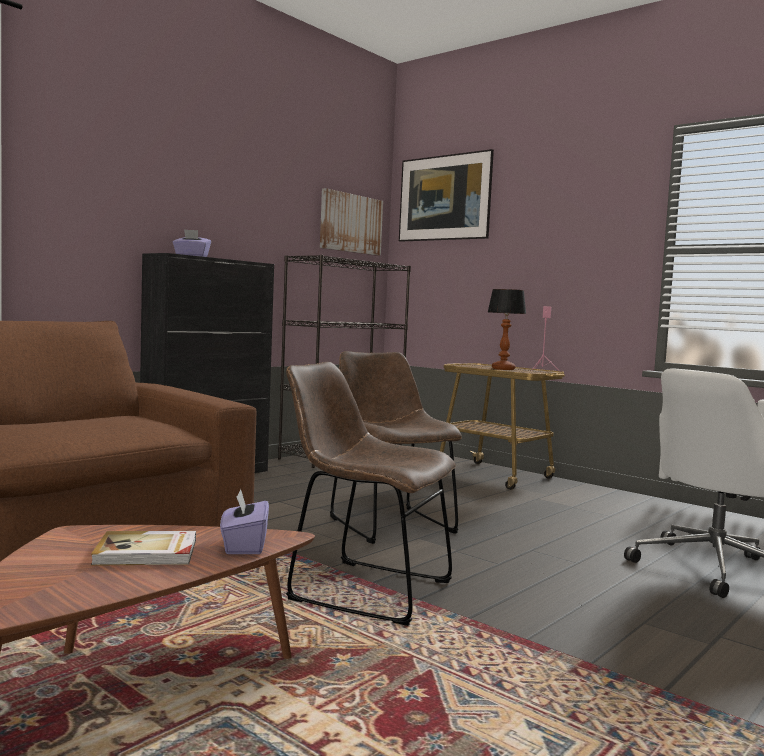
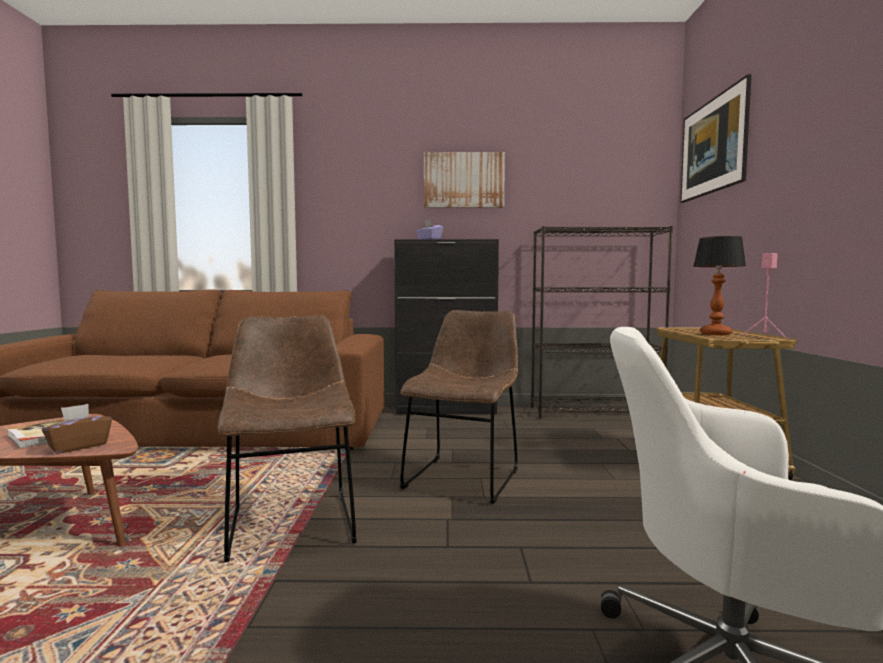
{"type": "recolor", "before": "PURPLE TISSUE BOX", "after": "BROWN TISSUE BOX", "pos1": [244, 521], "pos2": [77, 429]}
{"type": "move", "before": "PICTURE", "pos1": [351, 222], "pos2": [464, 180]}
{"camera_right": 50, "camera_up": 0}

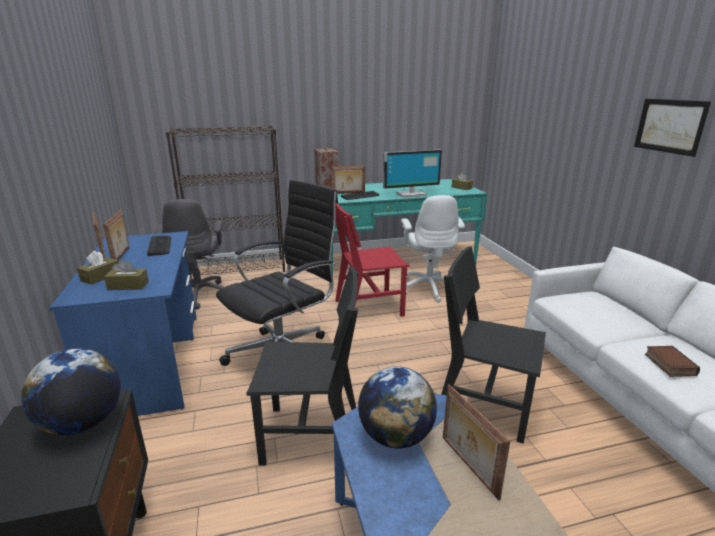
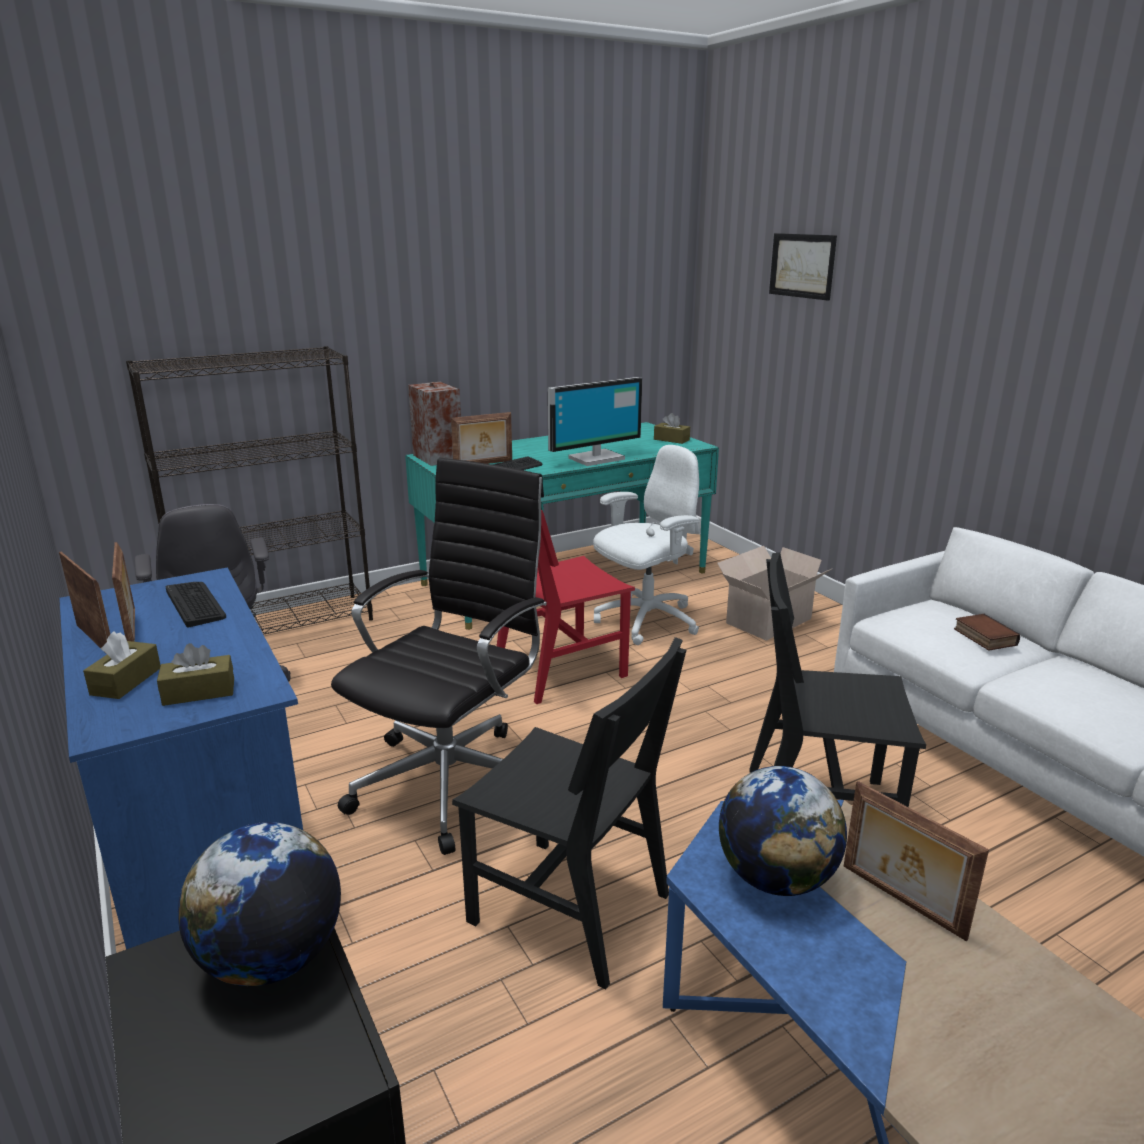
{"type": "rotate", "before": "BLACK CHAIR", "pos1": [302, 366], "pos2": [569, 813], "turn": 45}
{"type": "rotate", "before": "WHITE OFFICE CHAIR", "pos1": [433, 249], "pos2": [646, 545], "turn": -105}
{"type": "insert", "after": "CARDBOARD BOX", "pos2": [774, 593]}
{"type": "move", "before": "PICTURE", "pos1": [672, 128], "pos2": [803, 267]}
{"type": "move", "before": "BOOK", "pos1": [672, 361], "pos2": [987, 632]}
{"camera_right": -15, "camera_up": 0}

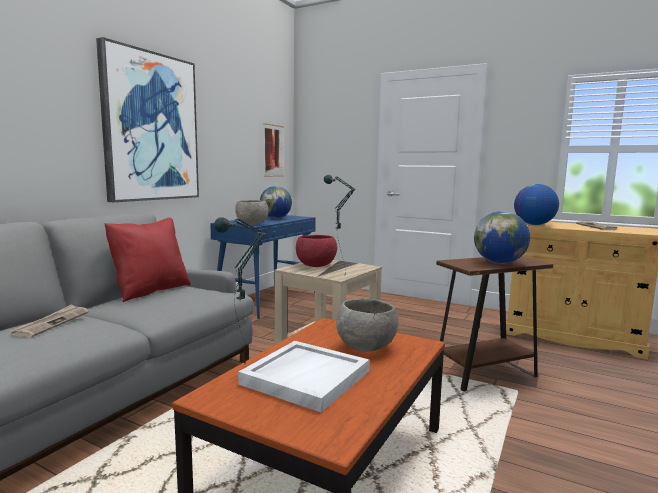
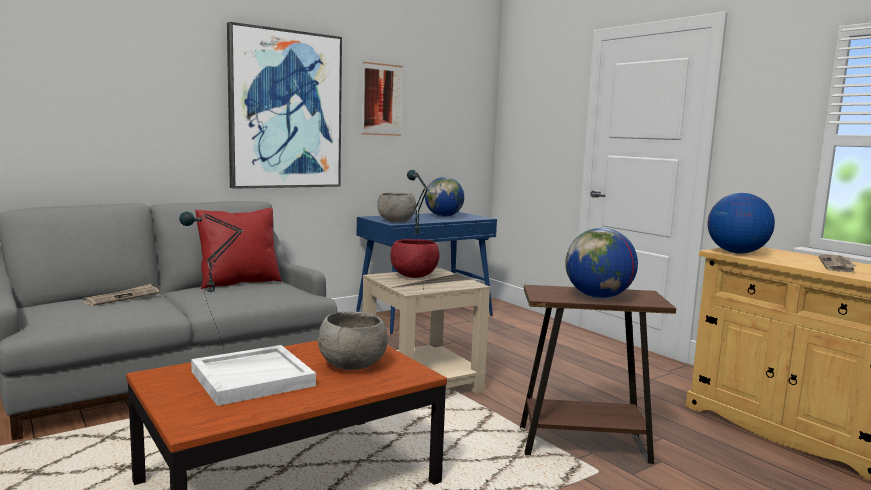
{"type": "move", "before": "PICTURE", "pos1": [273, 150], "pos2": [382, 99]}
{"camera_right": 25, "camera_up": 0}

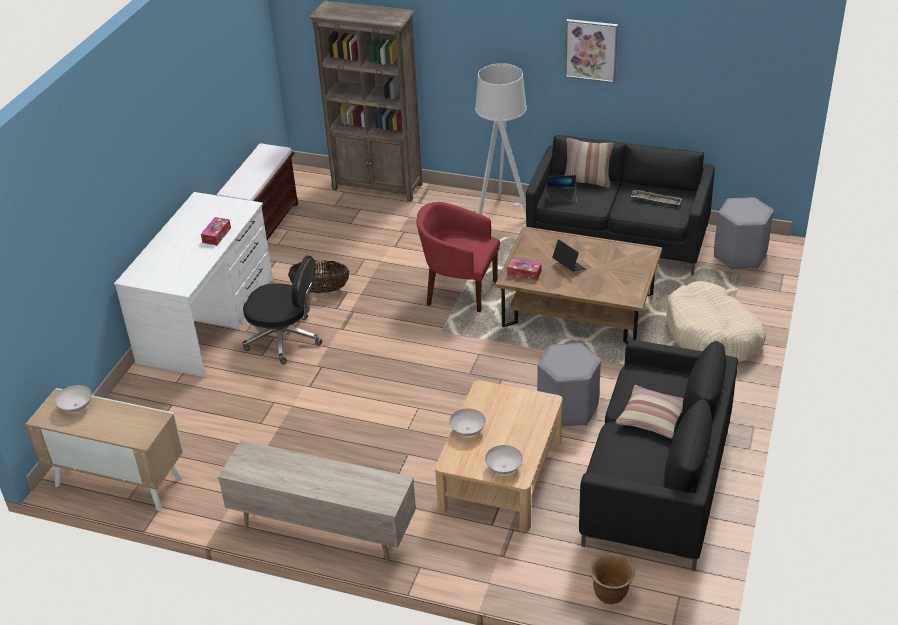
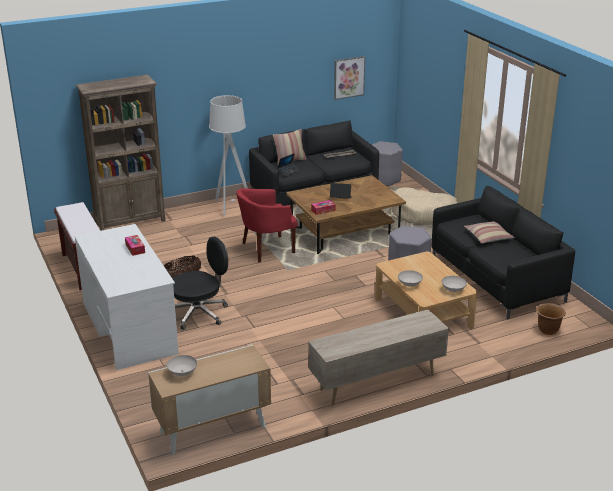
{"type": "move", "before": "PICTURE", "pos1": [591, 51], "pos2": [349, 78]}
{"camera_right": -45, "camera_up": -10}

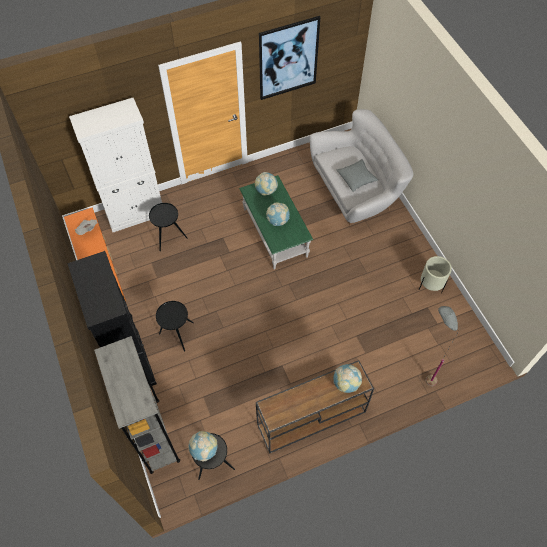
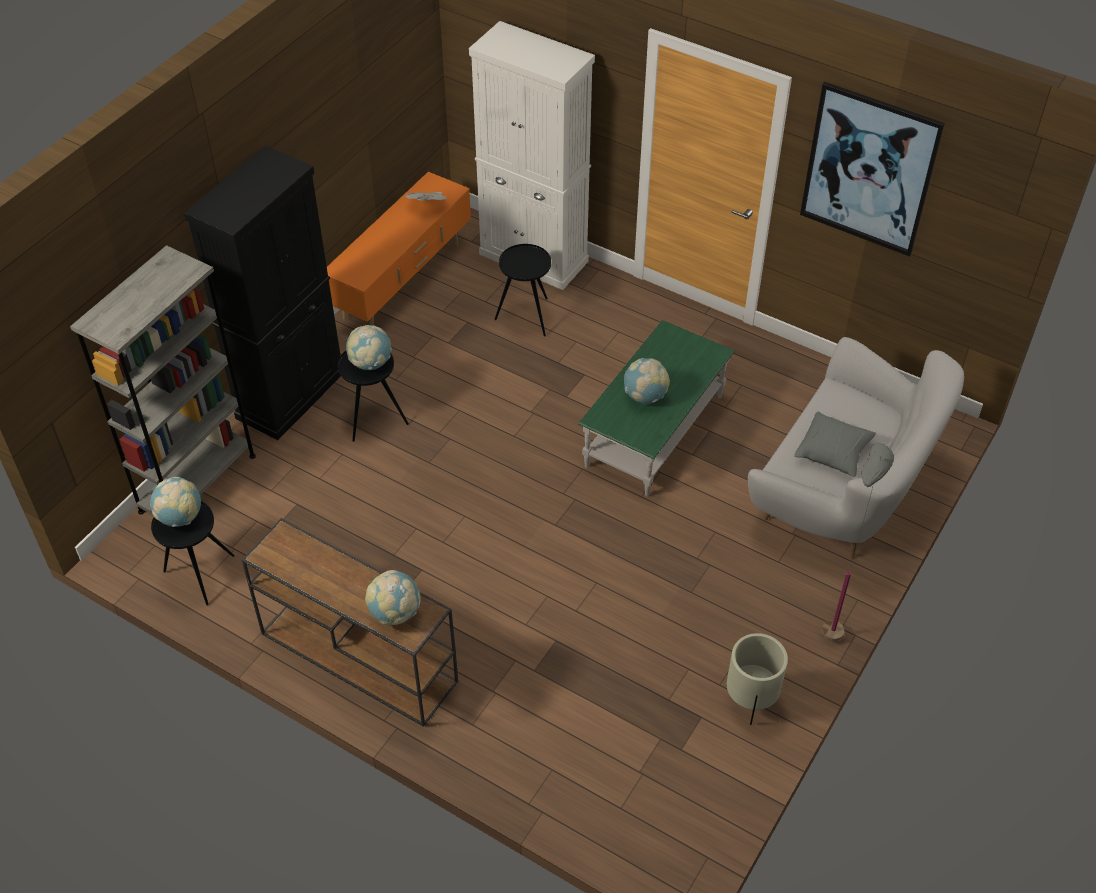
{"type": "move", "before": "GLOBE", "pos1": [266, 184], "pos2": [369, 347]}
{"type": "move", "before": "GREY FLOOR LAMP", "pos1": [443, 346], "pos2": [858, 542]}
{"camera_right": 55, "camera_up": -10}

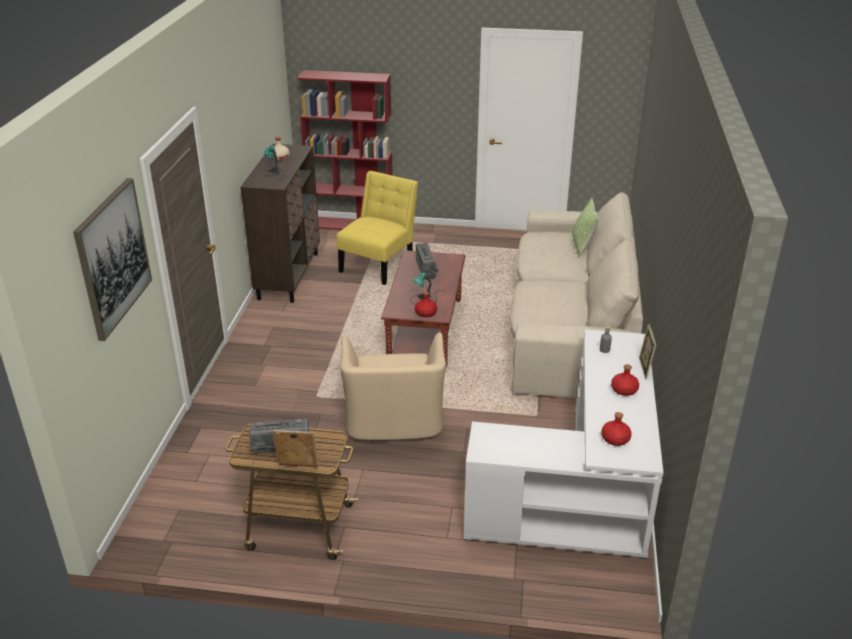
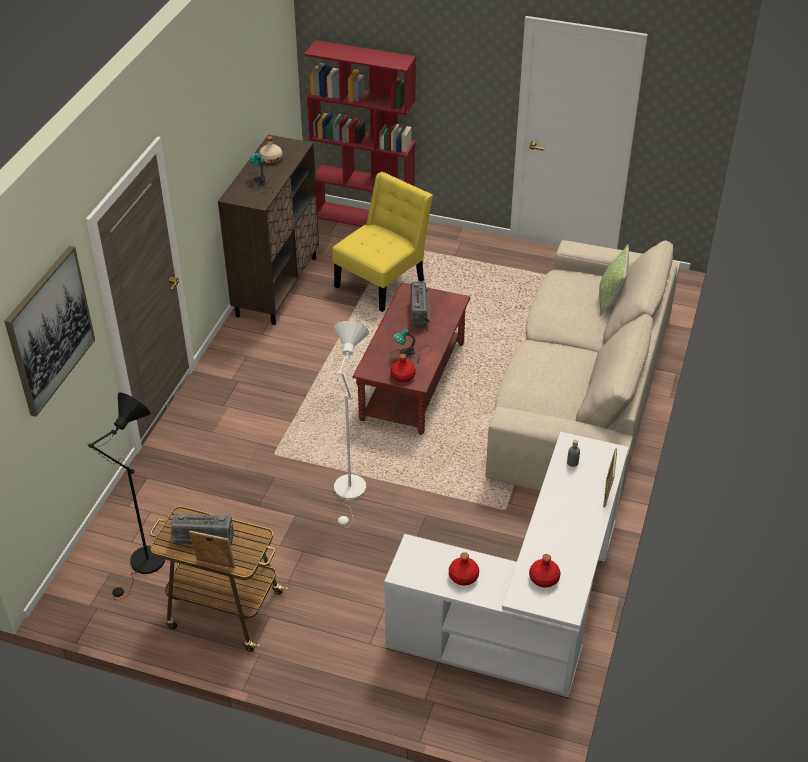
{"type": "insert", "after": "BLACK FLOOR LAMP", "pos2": [126, 497]}
{"type": "replace", "before": "BEIGE ARMCHAIR", "after": "WHITE FLOOR LAMP", "pos1": [393, 386], "pos2": [351, 424]}
{"type": "move", "before": "RED BOTTLE", "pos1": [625, 380], "pos2": [464, 569]}
{"camera_right": 10, "camera_up": 10}

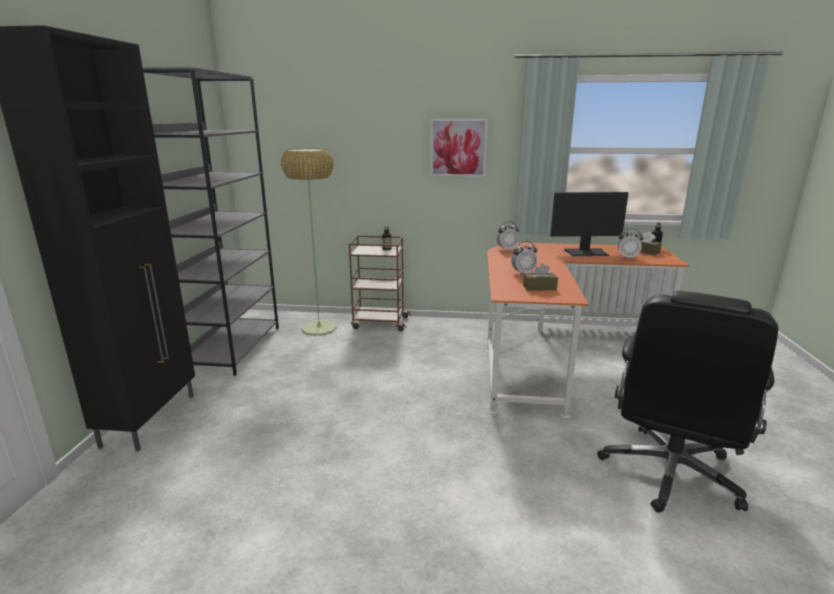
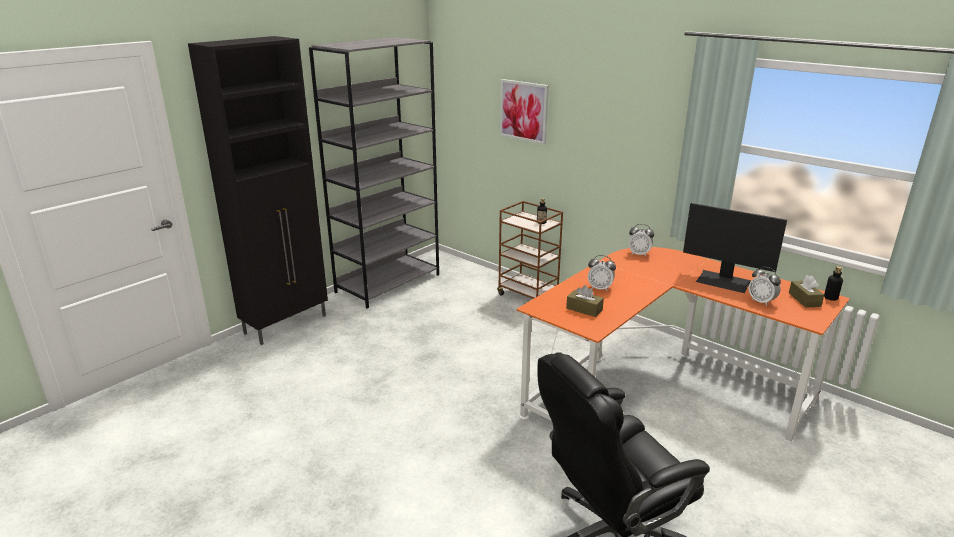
{"type": "move", "before": "PICTURE", "pos1": [459, 148], "pos2": [524, 112]}
{"type": "delete", "before": "FLOOR LAMP", "pos1": [309, 242]}
{"camera_right": 35, "camera_up": 5}

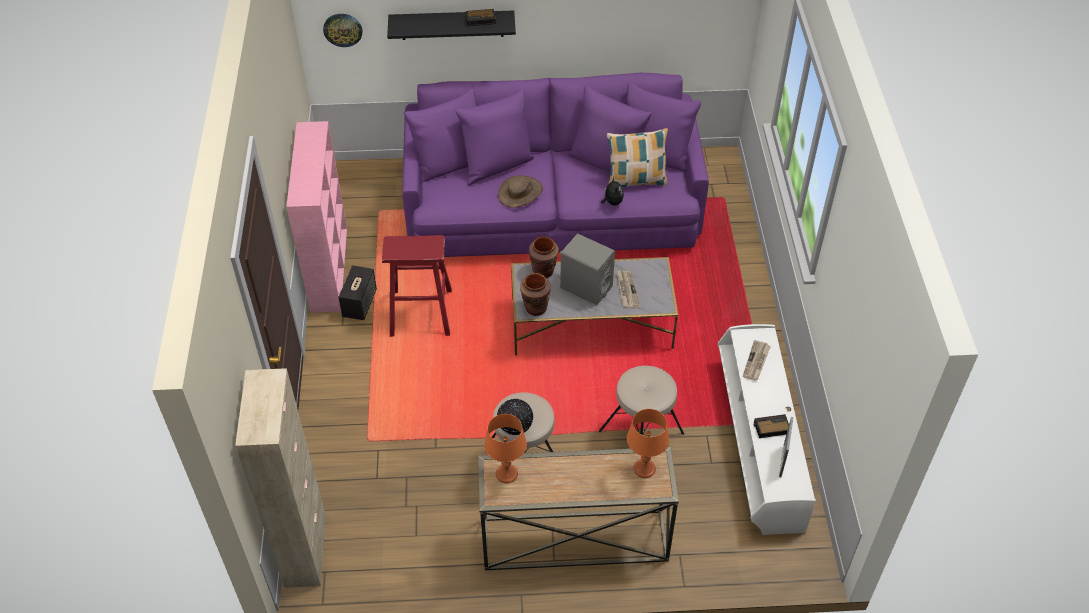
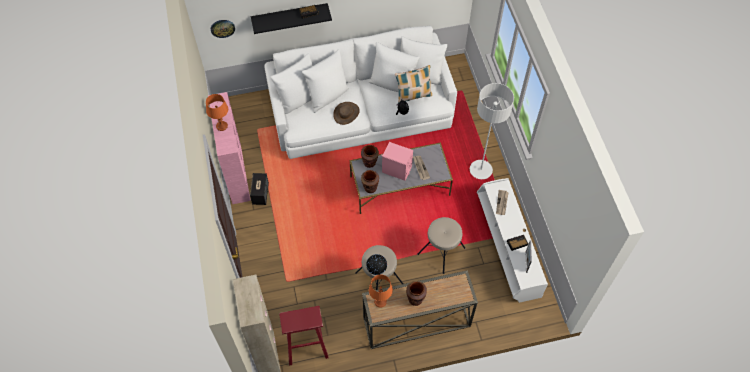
{"type": "move", "before": "ORANGE TABLE LAMP", "pos1": [648, 443], "pos2": [217, 112]}
{"type": "recolor", "before": "PURPLE SOFA", "after": "WHITE SOFA", "pos1": [555, 165], "pos2": [361, 92]}
{"type": "move", "before": "RED STOOL", "pos1": [417, 286], "pos2": [304, 336]}
{"type": "recolor", "before": "GREY SPEAKER", "after": "PINK SPEAKER", "pos1": [587, 269], "pos2": [397, 161]}
{"type": "insert", "after": "BROWN VASE", "pos2": [416, 293]}
{"type": "insert", "after": "GREY FLOOR LAMP", "pos2": [492, 131]}
{"camera_right": -10, "camera_up": 10}

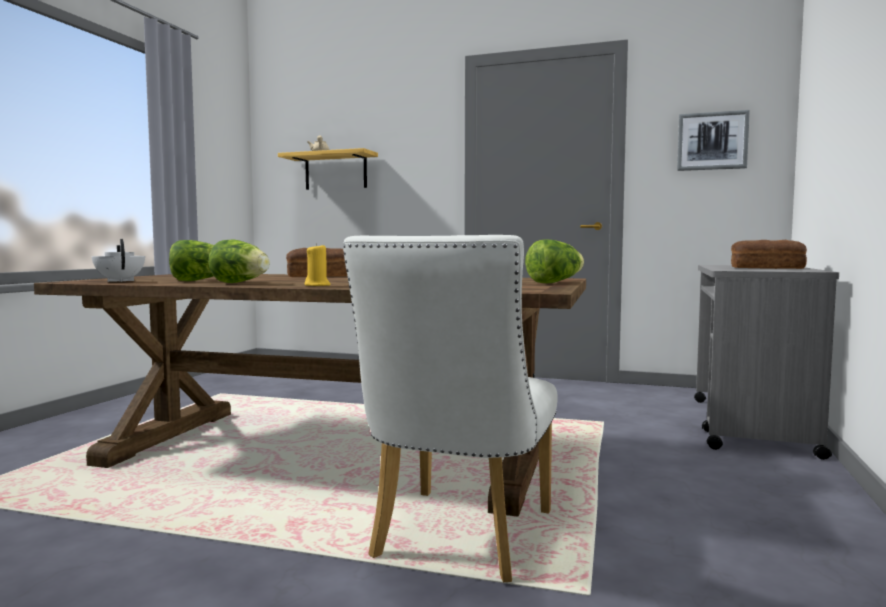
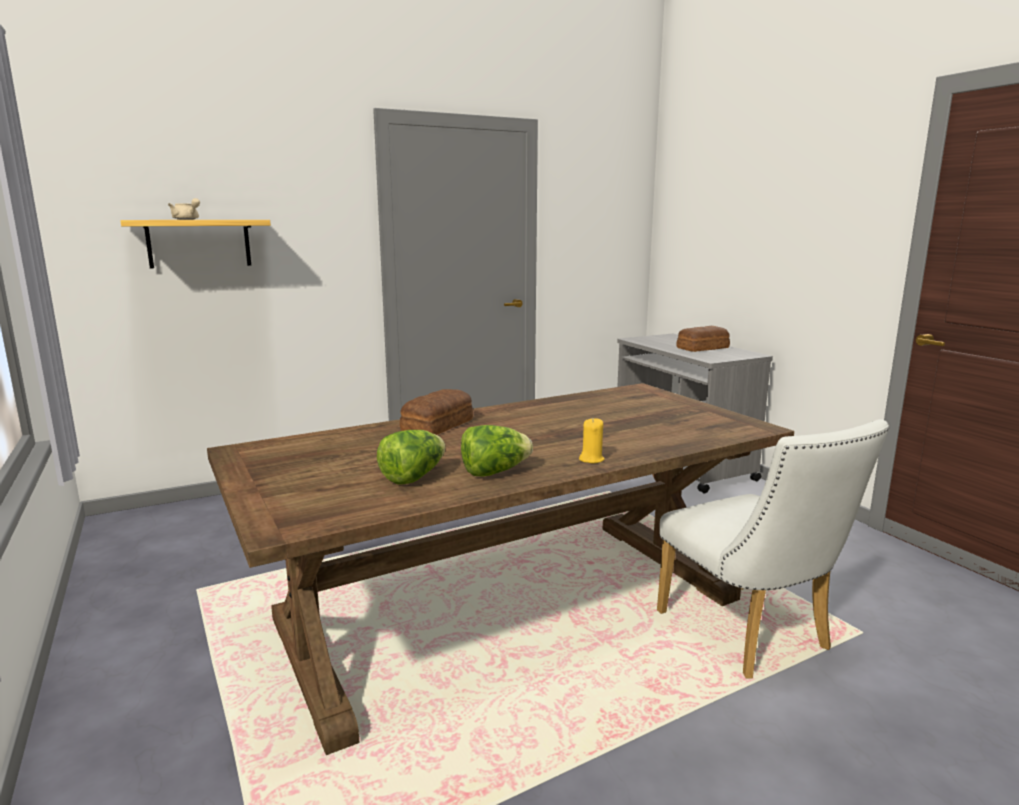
{"type": "delete", "before": "WHITE TEAPOT", "pos1": [118, 260]}
{"type": "delete", "before": "LETTUCE", "pos1": [554, 261]}
{"type": "delete", "before": "PICTURE", "pos1": [713, 140]}
{"camera_right": -45, "camera_up": 10}

